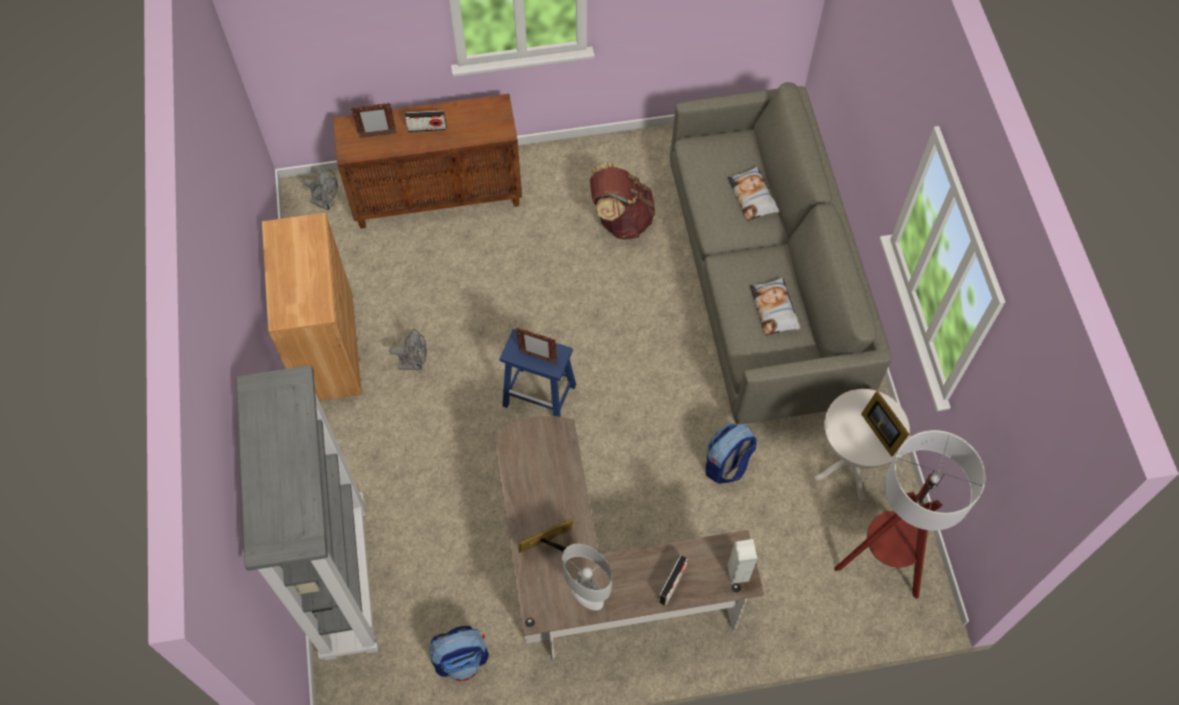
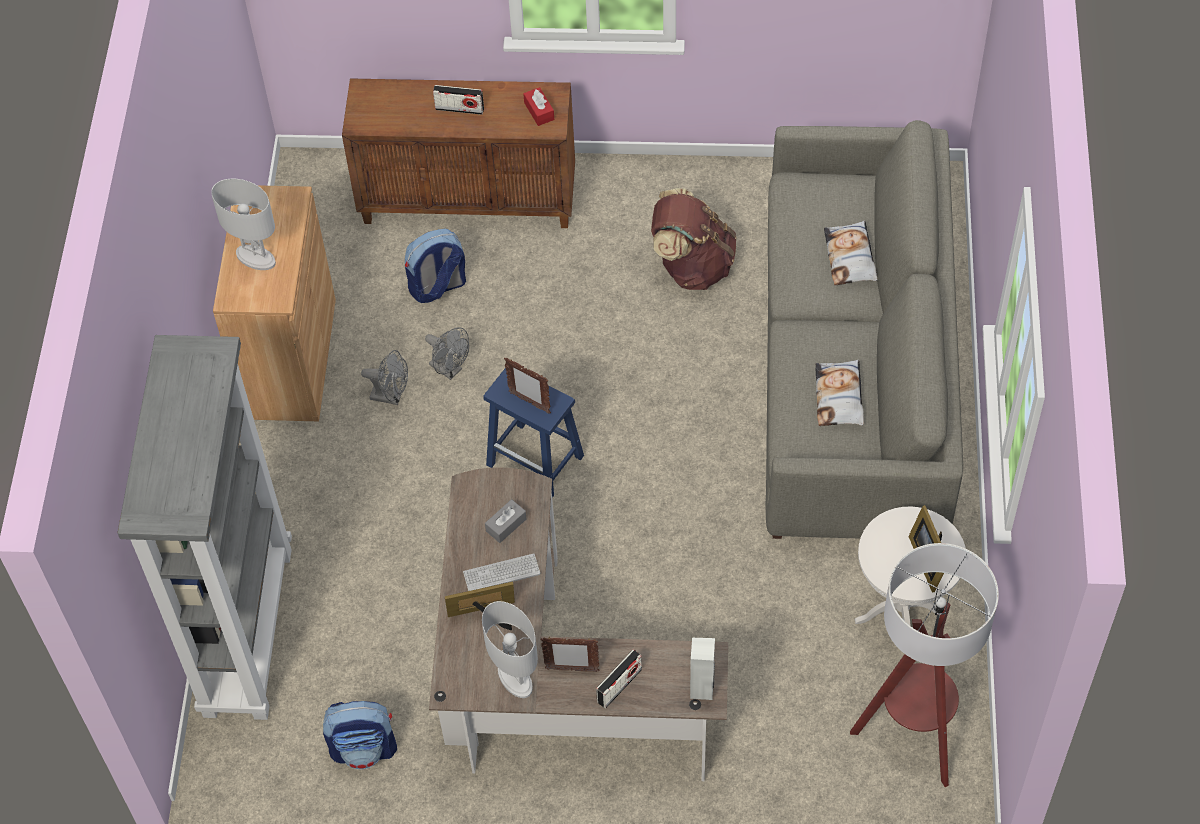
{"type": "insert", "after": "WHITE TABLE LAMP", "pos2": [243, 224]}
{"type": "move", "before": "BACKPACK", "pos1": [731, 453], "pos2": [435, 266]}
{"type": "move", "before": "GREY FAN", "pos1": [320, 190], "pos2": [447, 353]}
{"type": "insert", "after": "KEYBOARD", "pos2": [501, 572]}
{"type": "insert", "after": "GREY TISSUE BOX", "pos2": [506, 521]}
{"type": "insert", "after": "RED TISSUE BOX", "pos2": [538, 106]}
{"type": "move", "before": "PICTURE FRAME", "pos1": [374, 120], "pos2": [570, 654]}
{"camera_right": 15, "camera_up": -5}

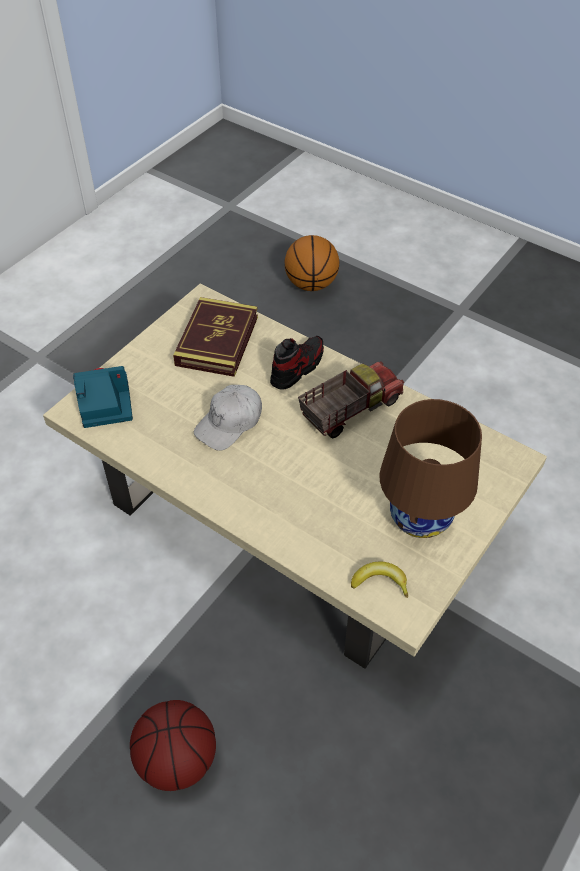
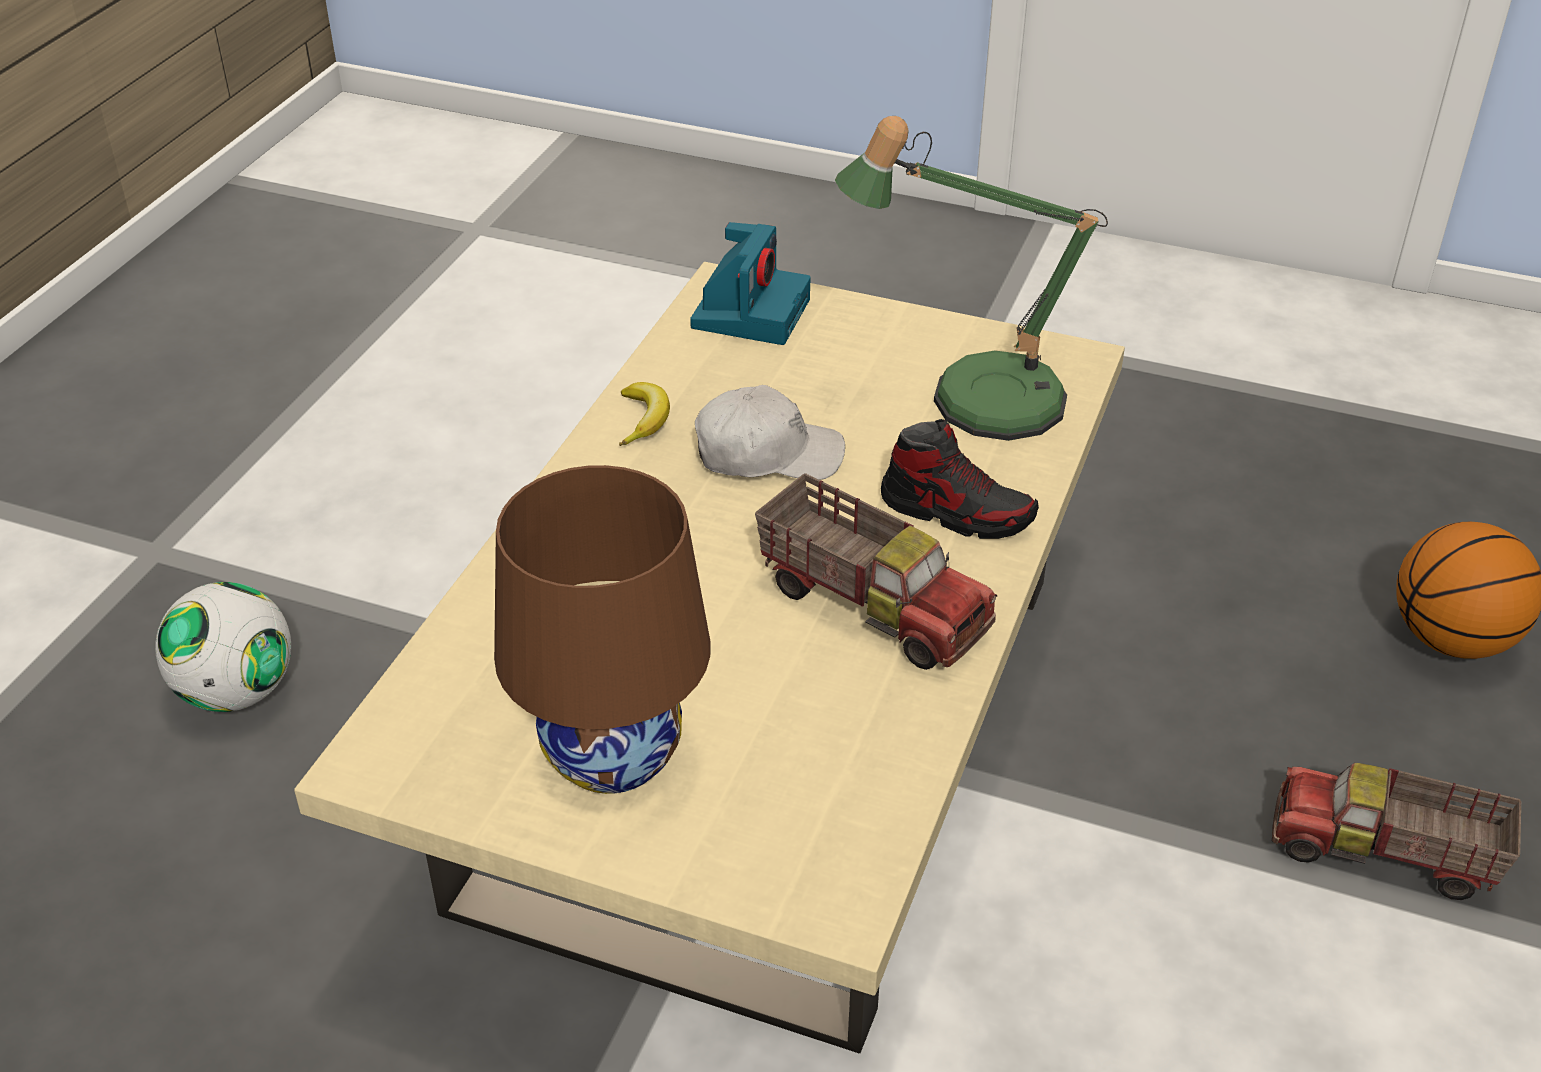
{"type": "replace", "before": "BASKETBALL", "after": "FOOTBALL", "pos1": [173, 745], "pos2": [223, 647]}
{"type": "move", "before": "BANANA", "pos1": [379, 580], "pos2": [644, 414]}
{"type": "rotate", "before": "PHOTO CAMERA", "pos1": [103, 397], "pos2": [750, 283], "turn": 45}
{"type": "rotate", "before": "WHITE CAP", "pos1": [228, 418], "pos2": [770, 432], "turn": 150}
{"type": "replace", "before": "BOOK", "after": "TABLE LAMP", "pos1": [215, 337], "pos2": [971, 278]}
{"type": "insert", "after": "TOY TRUCK", "pos2": [1396, 831]}
{"camera_right": 75, "camera_up": -10}

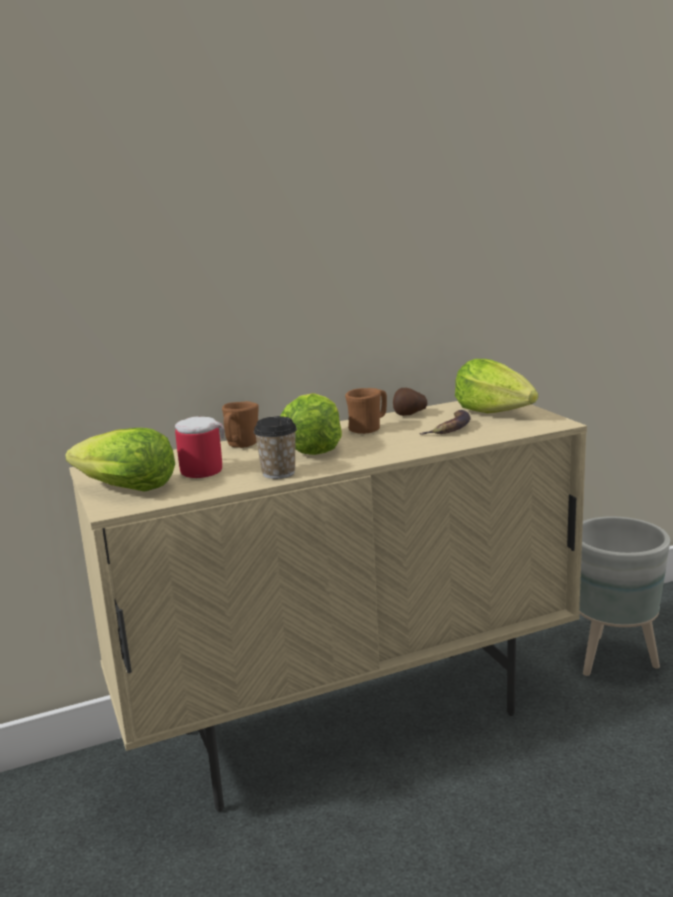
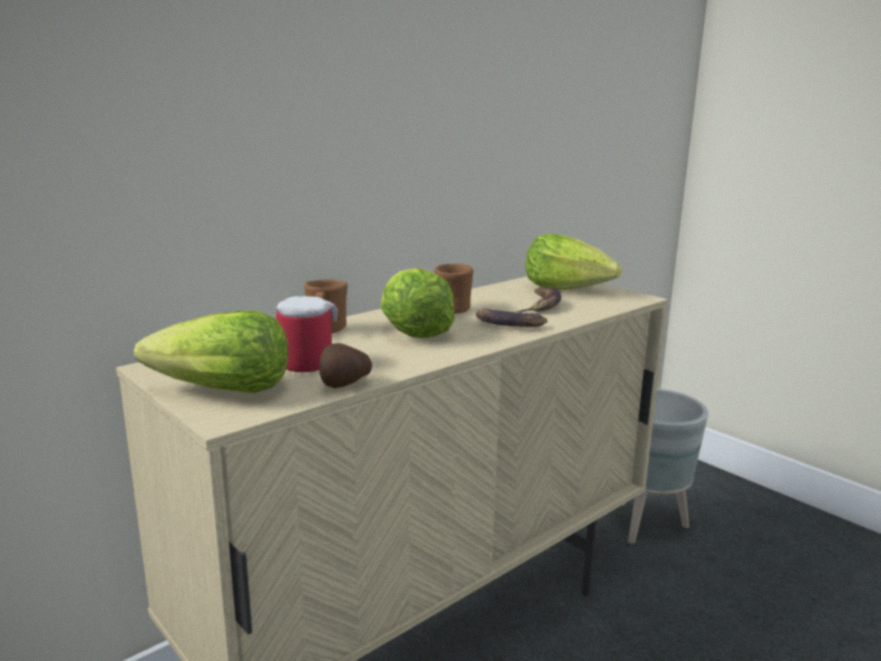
{"type": "move", "before": "POTATO", "pos1": [410, 402], "pos2": [345, 365]}
{"type": "insert", "after": "BANANA", "pos2": [511, 318]}
{"type": "delete", "before": "CUP", "pos1": [275, 447]}
{"camera_right": -20, "camera_up": 0}

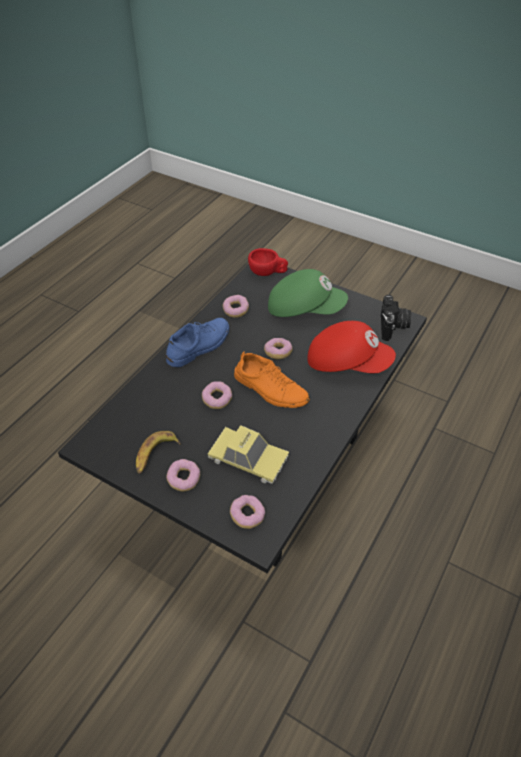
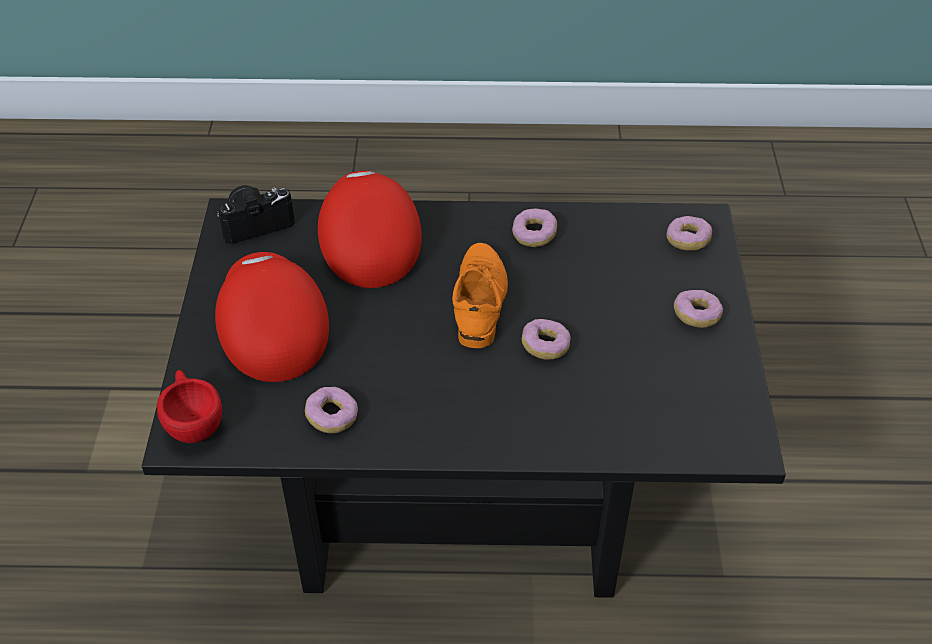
{"type": "recolor", "before": "GREEN CAP", "after": "RED CAP", "pos1": [308, 293], "pos2": [272, 317]}
{"type": "move", "before": "DONUT", "pos1": [278, 348], "pos2": [534, 227]}
{"type": "delete", "before": "BANANA", "pos1": [158, 452]}
{"type": "delete", "before": "BLUE SHOE", "pos1": [197, 342]}
{"type": "delete", "before": "TOY CAR", "pos1": [248, 454]}
{"camera_right": -120, "camera_up": 0}

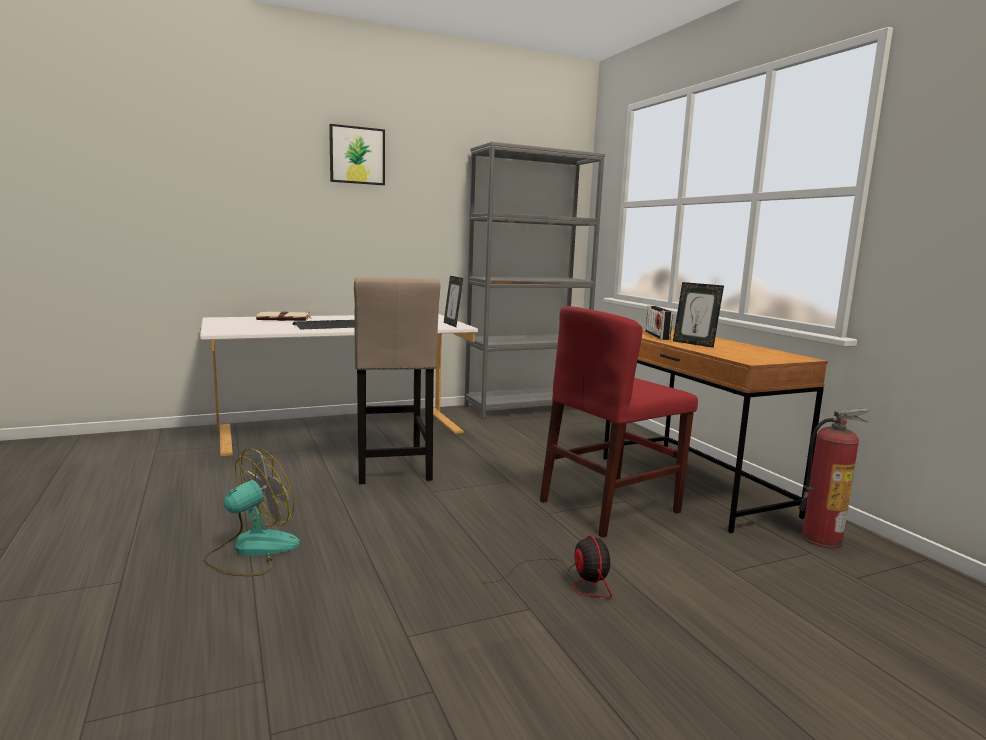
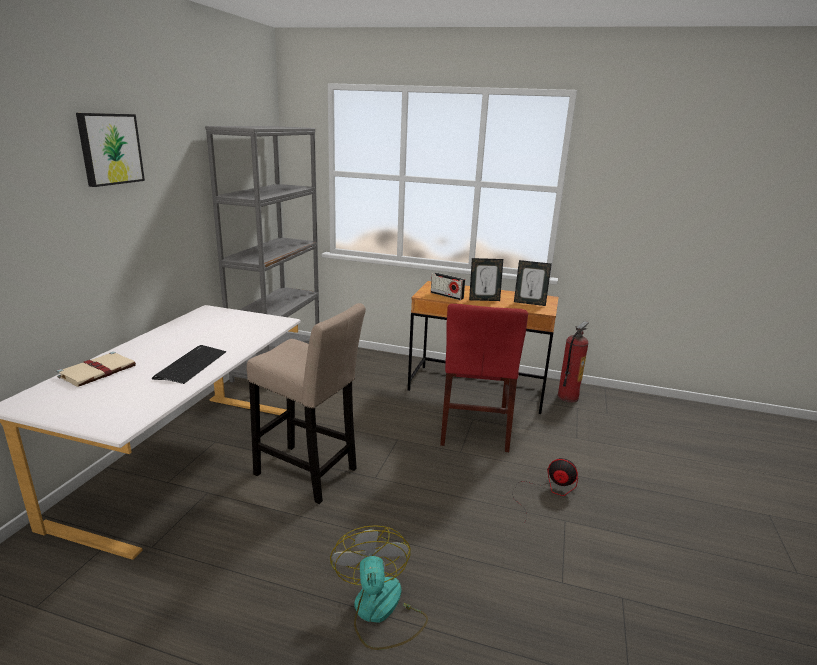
{"type": "move", "before": "PICTURE FRAME", "pos1": [453, 301], "pos2": [533, 283]}
{"camera_right": -50, "camera_up": 10}

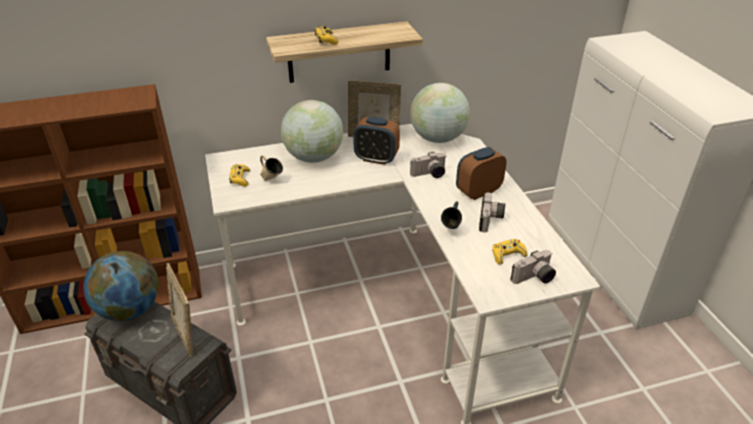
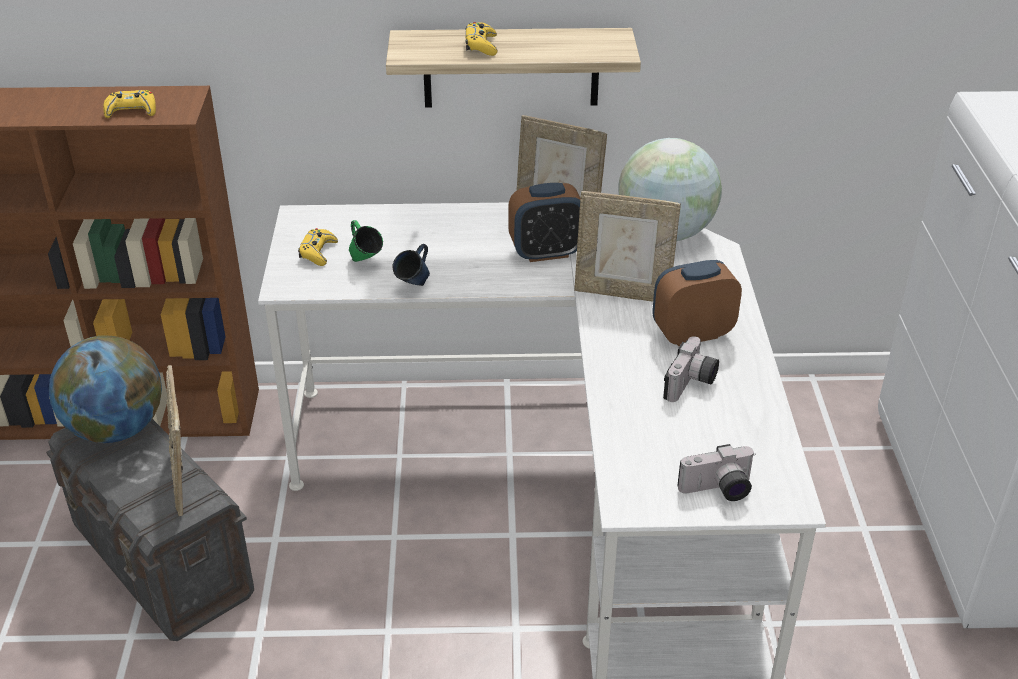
{"type": "move", "before": "YELLOW GAME CONTROLLER", "pos1": [509, 252], "pos2": [129, 104]}
{"type": "recolor", "before": "BEIGE MUG", "after": "GREEN MUG", "pos1": [271, 168], "pos2": [366, 241]}
{"type": "move", "before": "BLUE MUG", "pos1": [451, 215], "pos2": [411, 265]}
{"type": "rotate", "before": "ALARM CLOCK", "pos1": [376, 141], "pos2": [544, 222], "turn": -45}
{"type": "replace", "before": "PHOTO CAMERA", "after": "PICTURE FRAME", "pos1": [428, 165], "pos2": [627, 246]}
{"type": "delete", "before": "GLOBE", "pos1": [312, 131]}
{"camera_right": 15, "camera_up": 0}

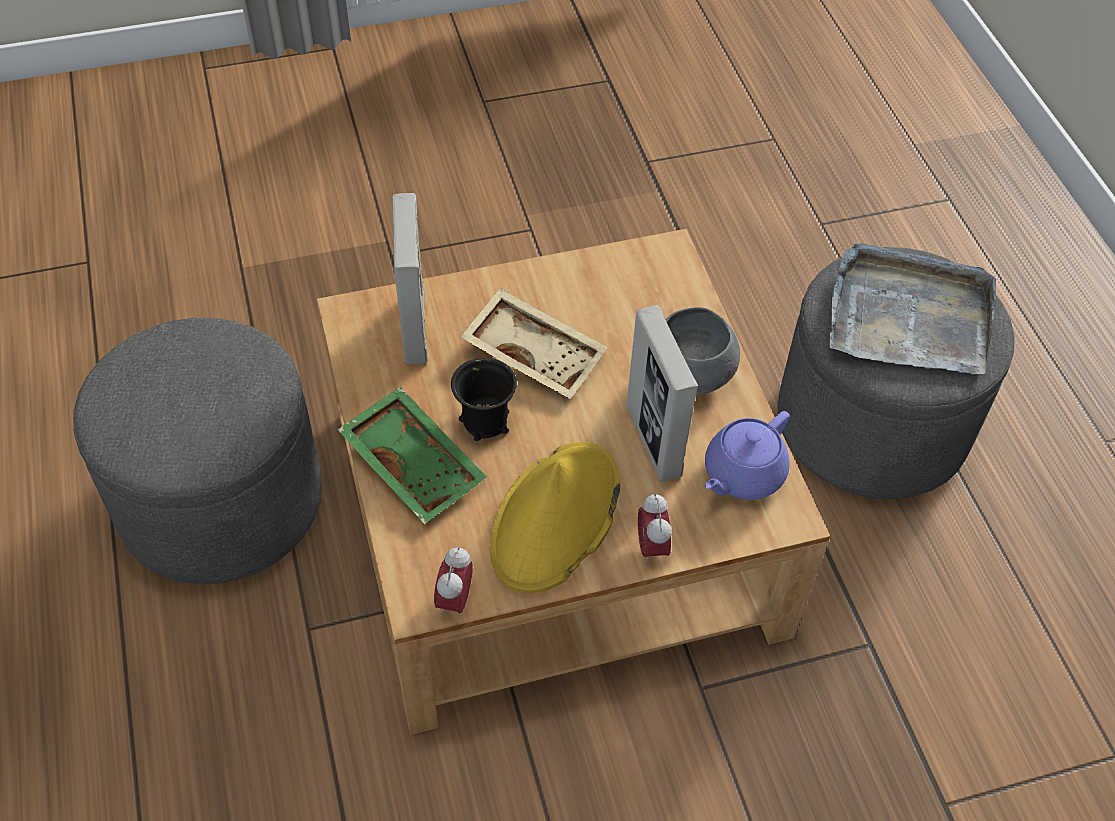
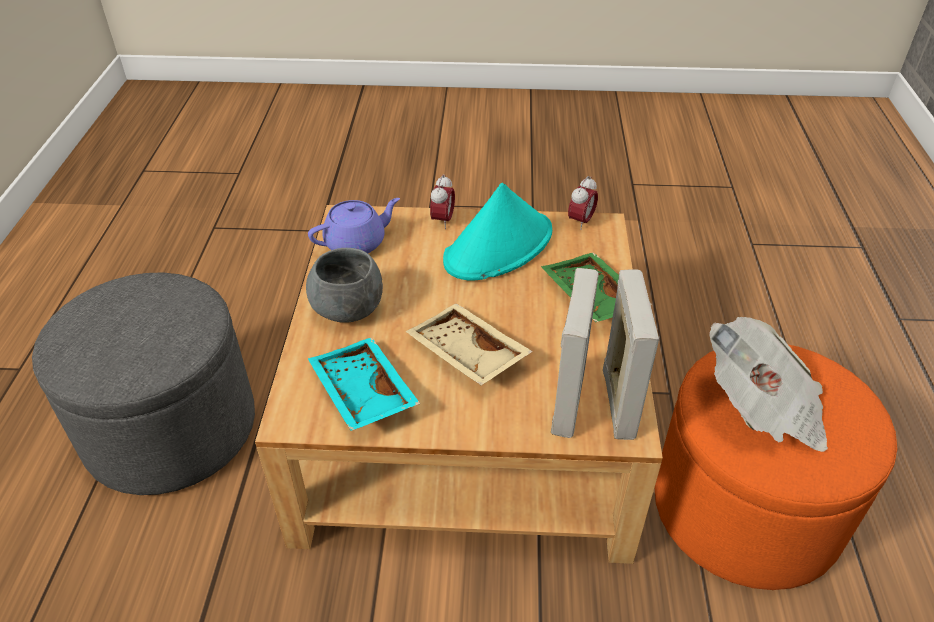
{"type": "insert", "after": "TURQUOISE TRAY", "pos2": [364, 384]}
{"type": "recolor", "before": "YELLOW HAT", "after": "TURQUOISE HAT", "pos1": [555, 517], "pos2": [497, 232]}
{"type": "move", "before": "PICTURE FRAME", "pos1": [662, 393], "pos2": [631, 355]}
{"type": "recolor", "before": "GREY OTTOMAN", "after": "ORANGE OTTOMAN", "pos1": [197, 451], "pos2": [776, 467]}
{"type": "insert", "after": "NEWSPAPER", "pos2": [768, 384]}
{"type": "delete", "before": "BLACK MUG", "pos1": [484, 399]}
{"type": "delete", "before": "GREY TRAY", "pos1": [912, 308]}
{"camera_right": -160, "camera_up": -10}

